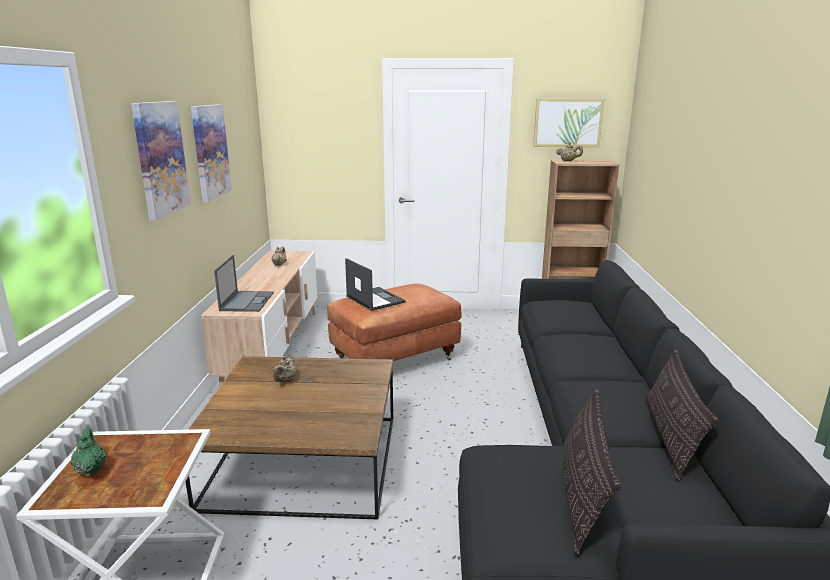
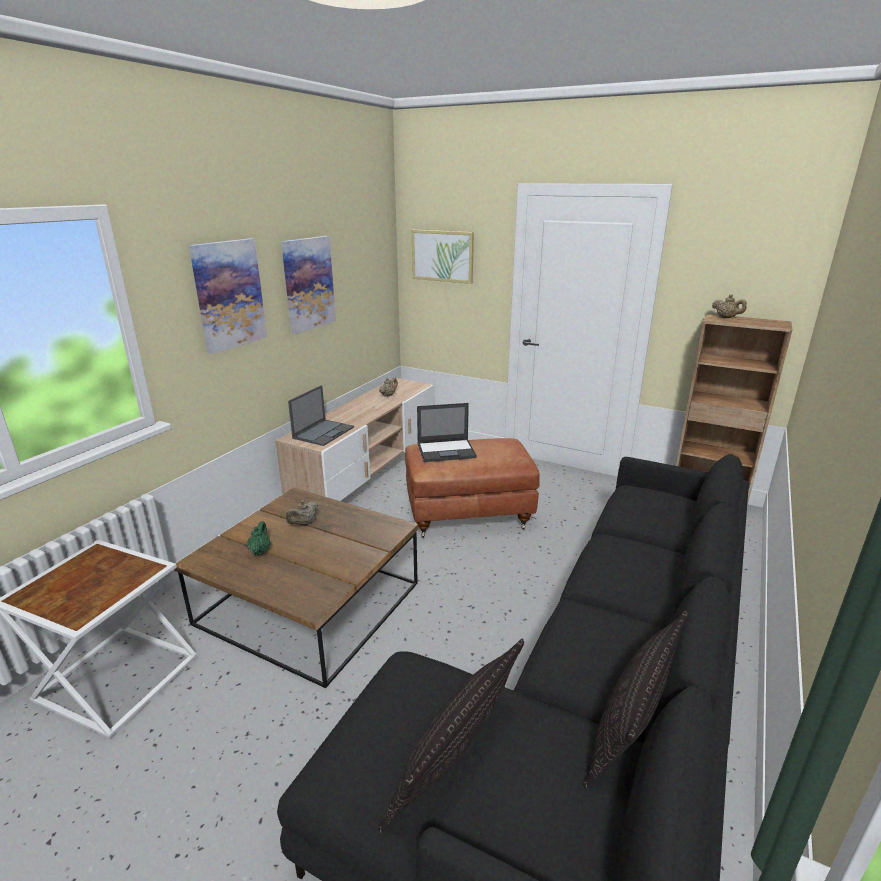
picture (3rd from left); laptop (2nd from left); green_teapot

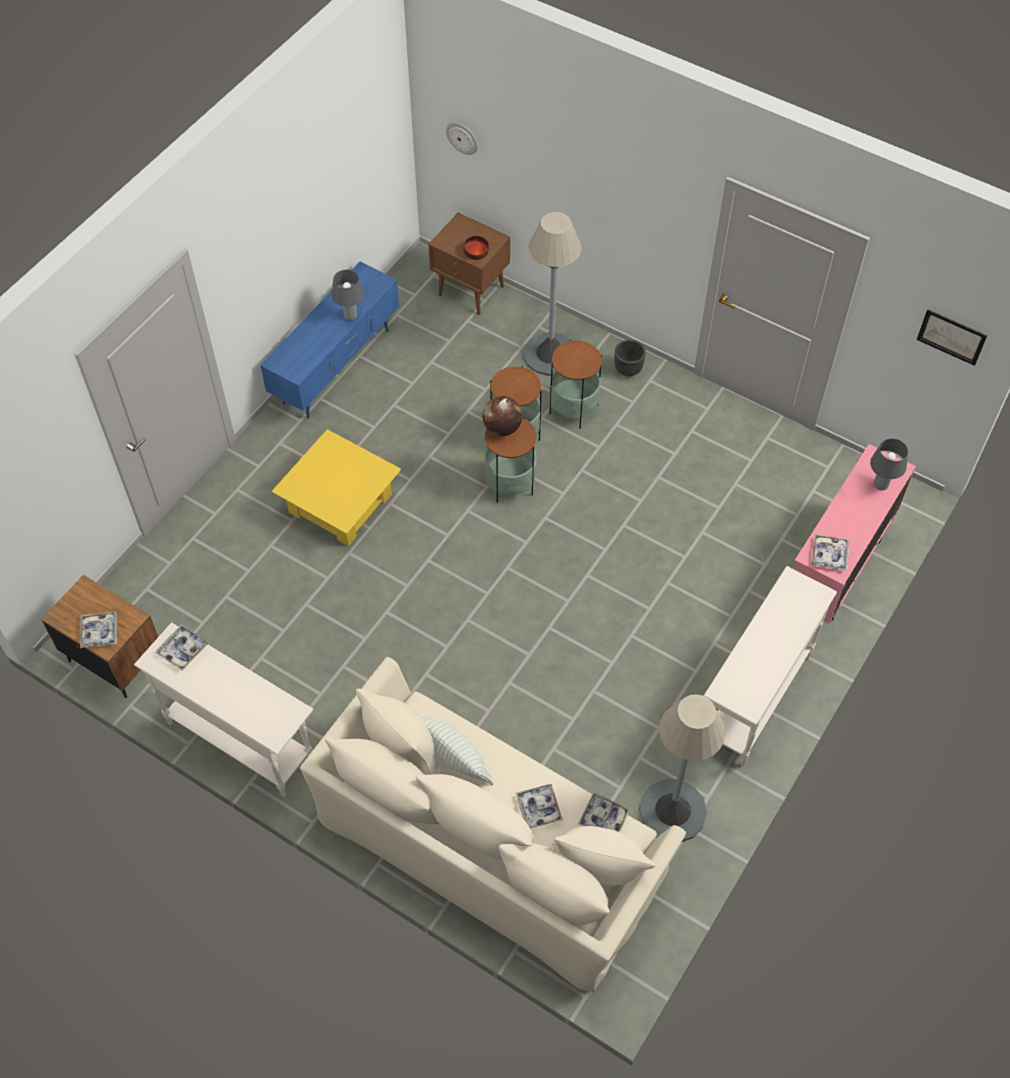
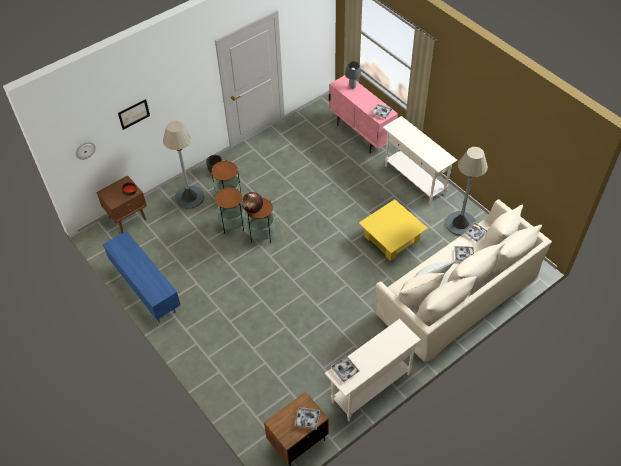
greyish_tabletop_lamp (1st from left in the first image); picture; yellow-coloured_lounge_table

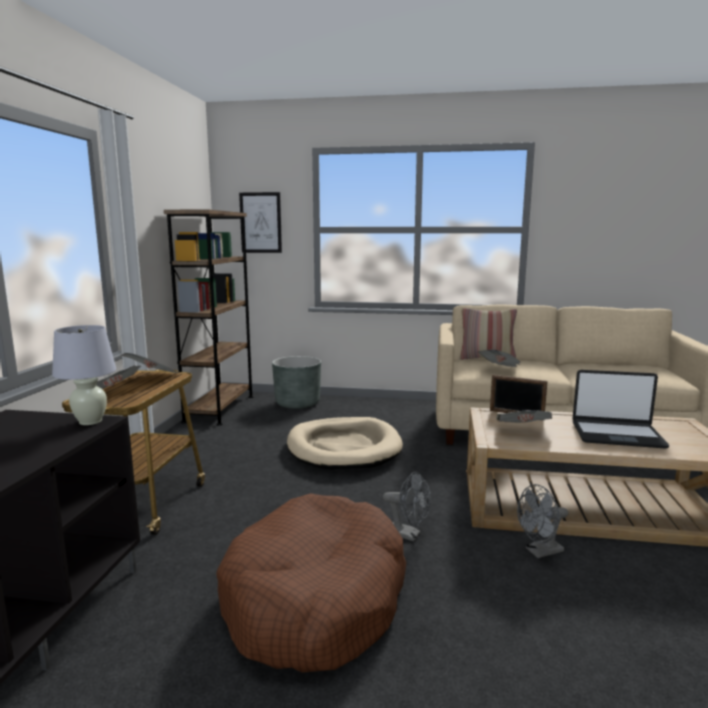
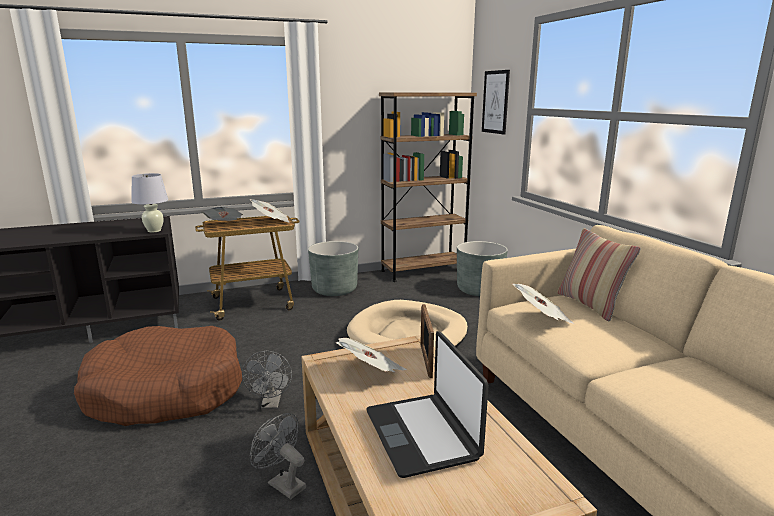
greyish_planter (1st from left)

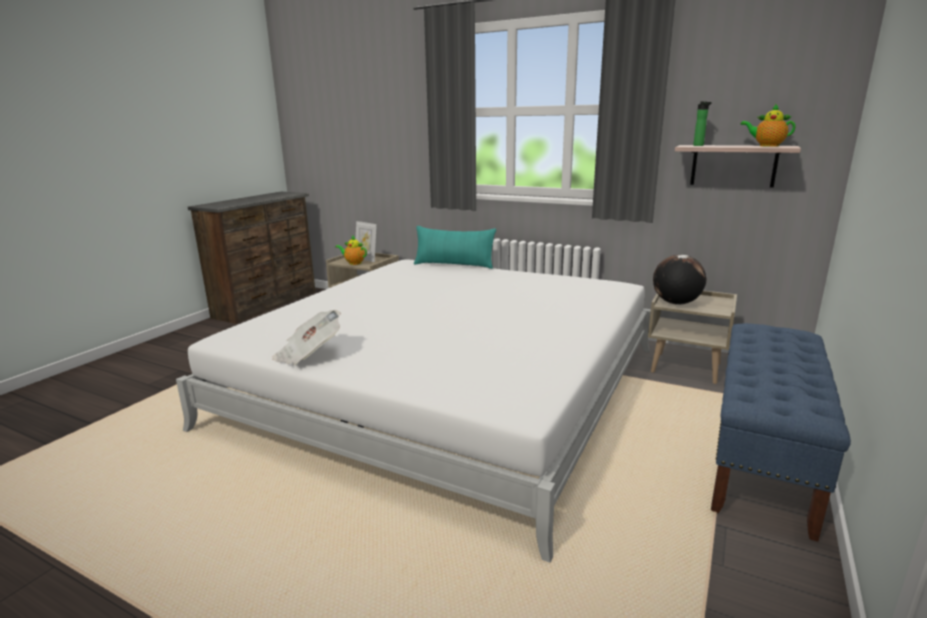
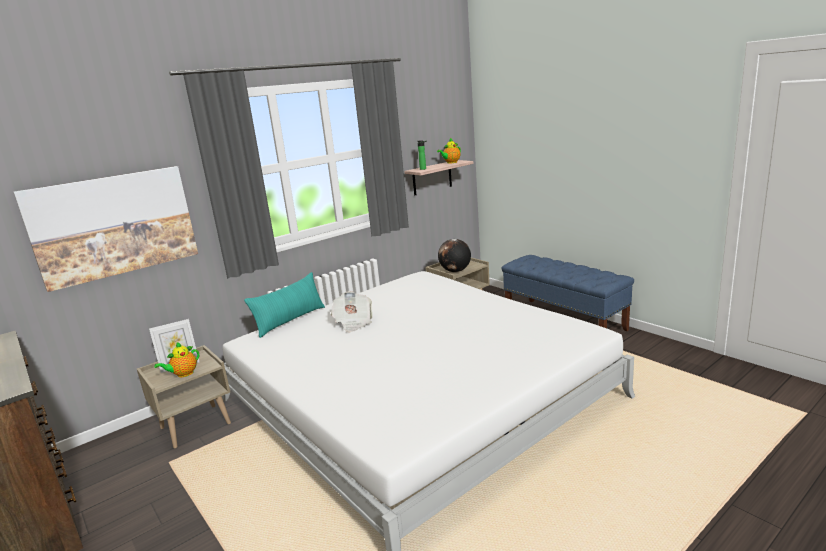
newspaper; picture

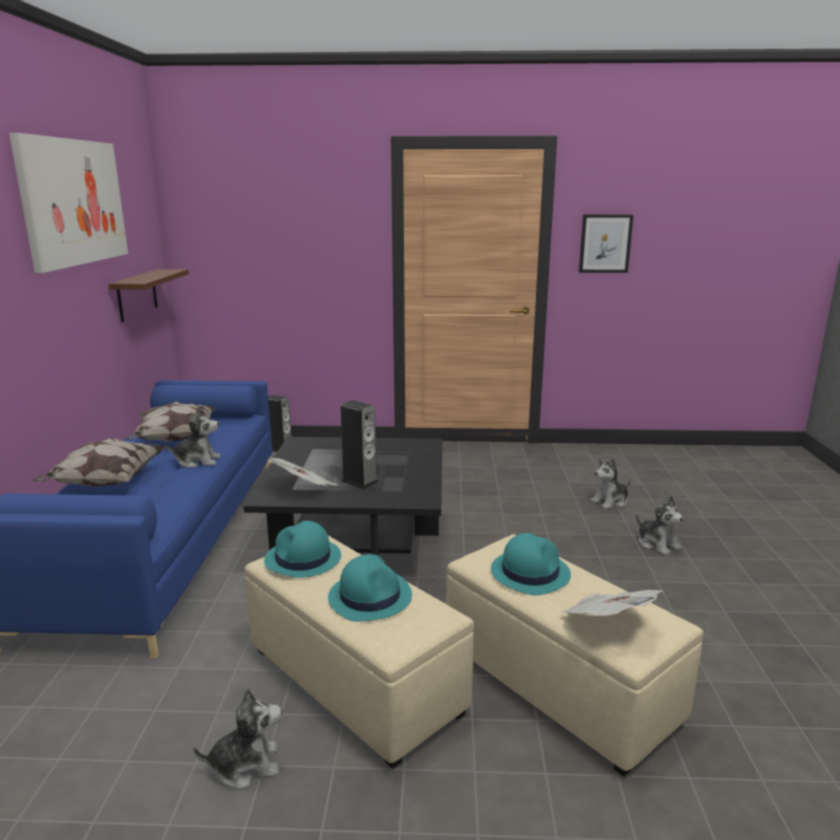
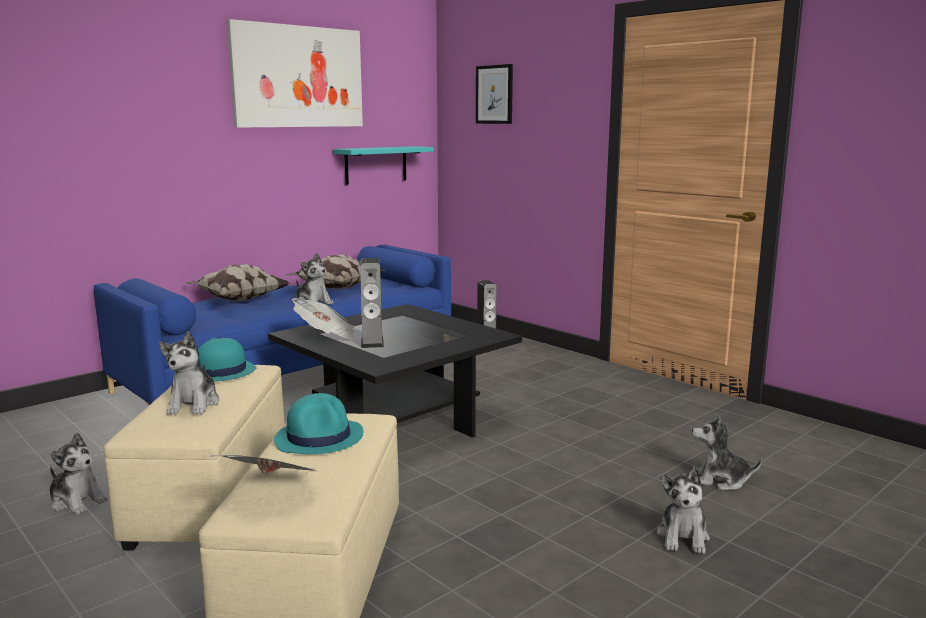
picture (2nd from left); turquoise_shelf; soft_toy (2nd from left)

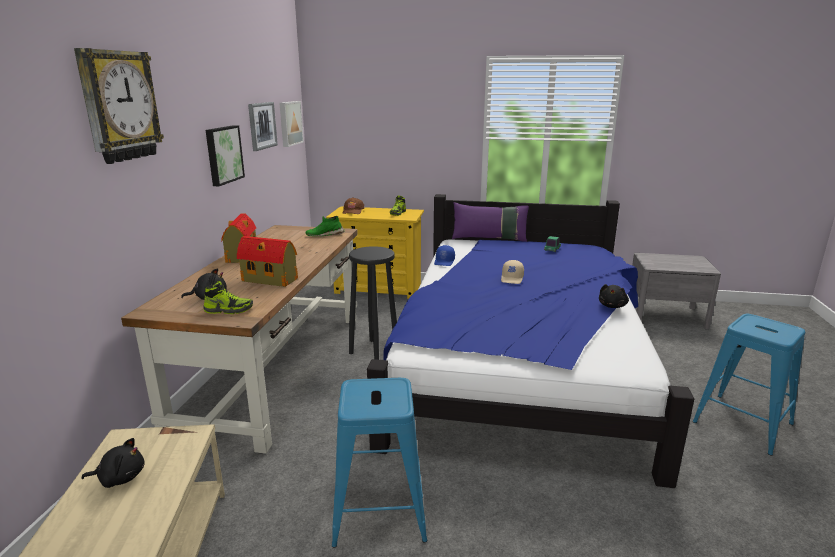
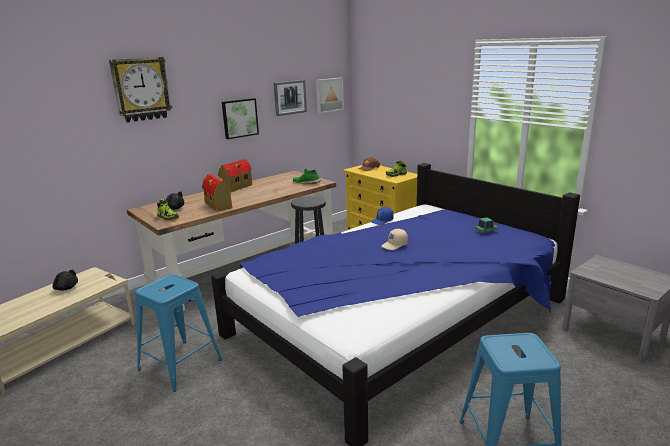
purplish_pillow; black_soft_toy (3rd from left in the first image)

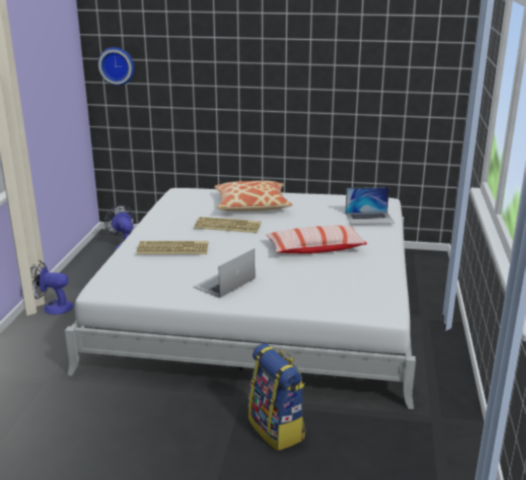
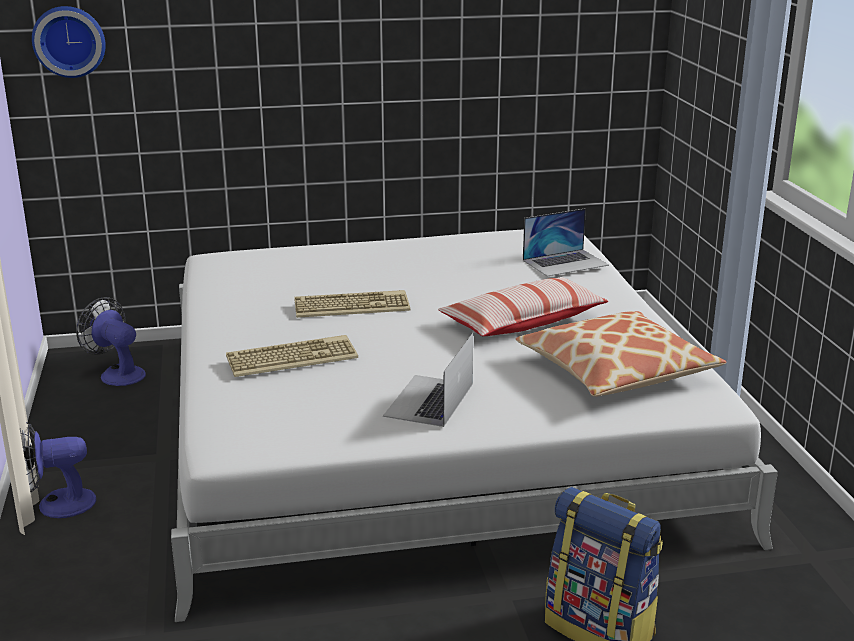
pillow (2nd from left)

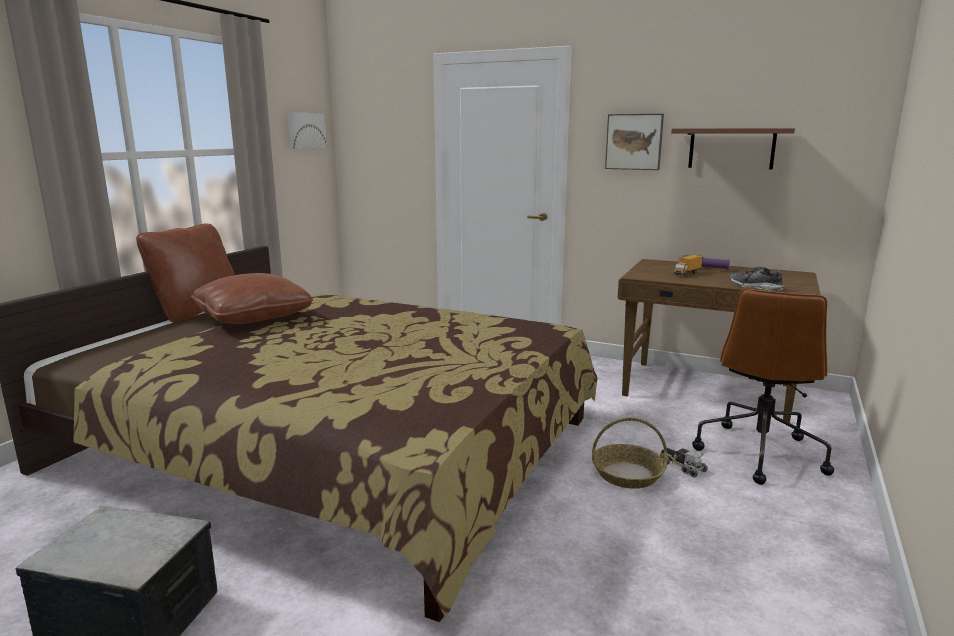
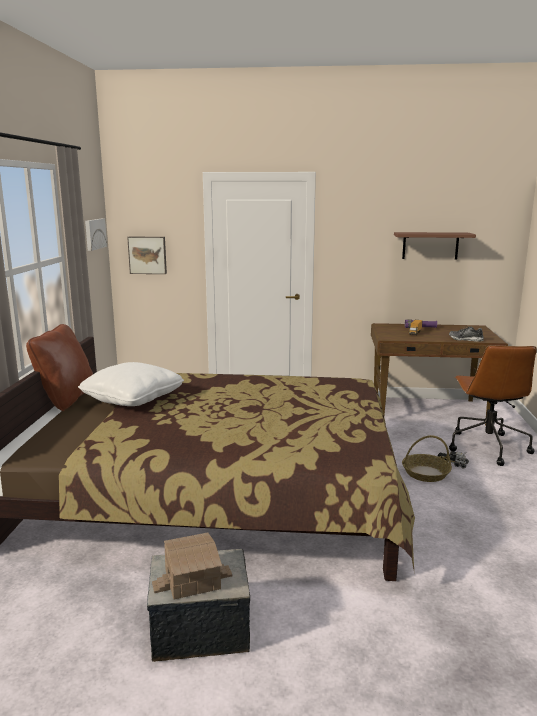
picture (2nd from left); white_pillow; miniature_house

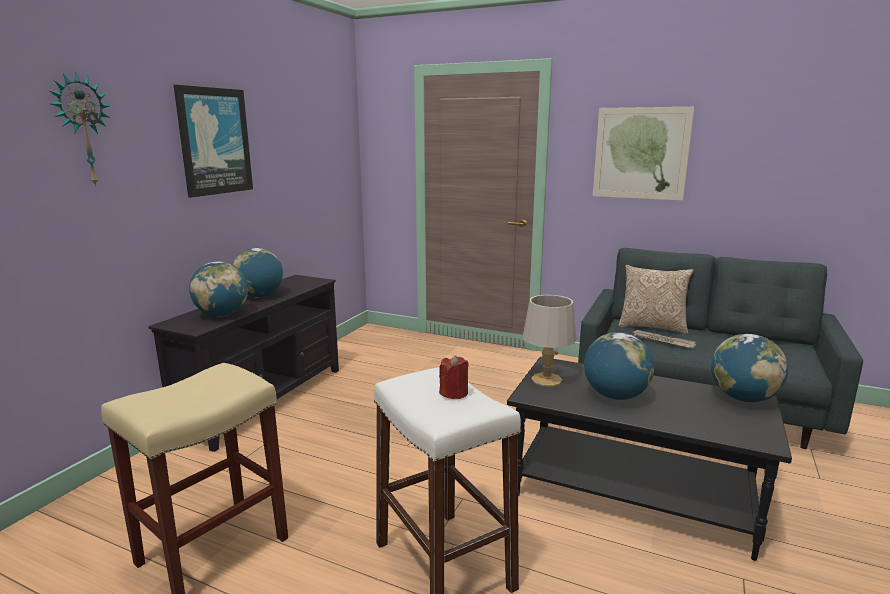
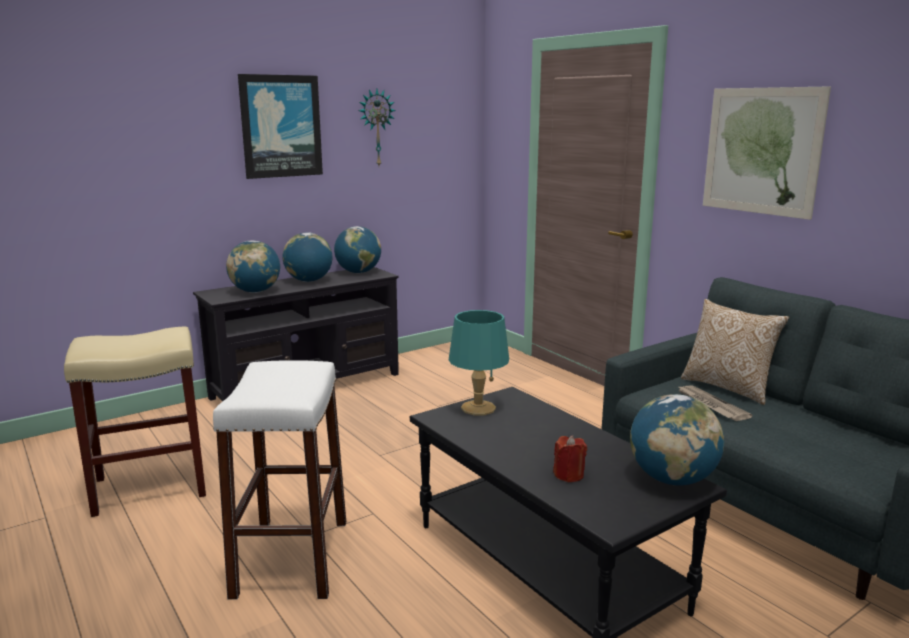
wall_clock; turquoise_tabletop_lamp; desk_globe (3rd from left); red_candle

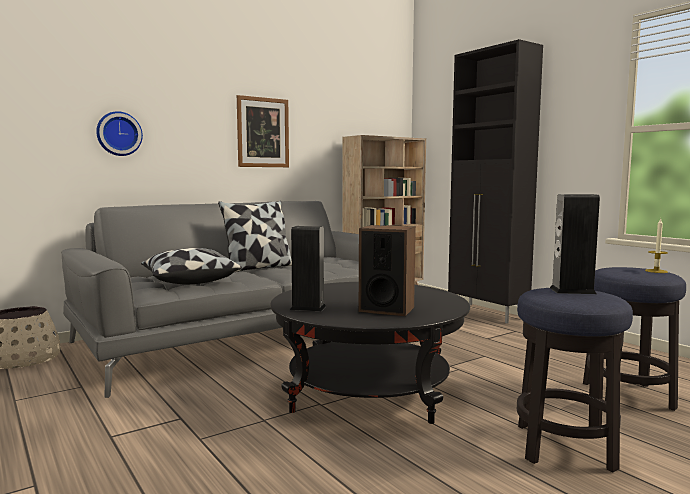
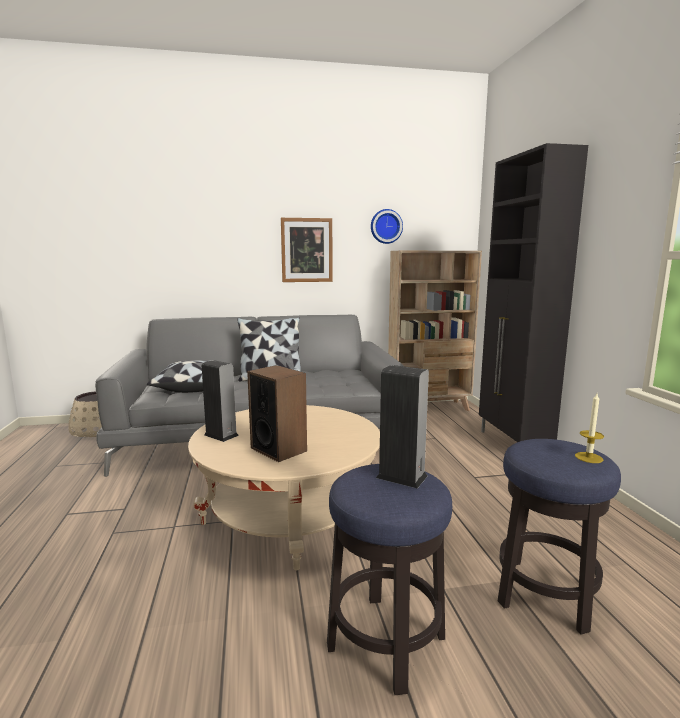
wall_clock; beige-coloured_lounge_table

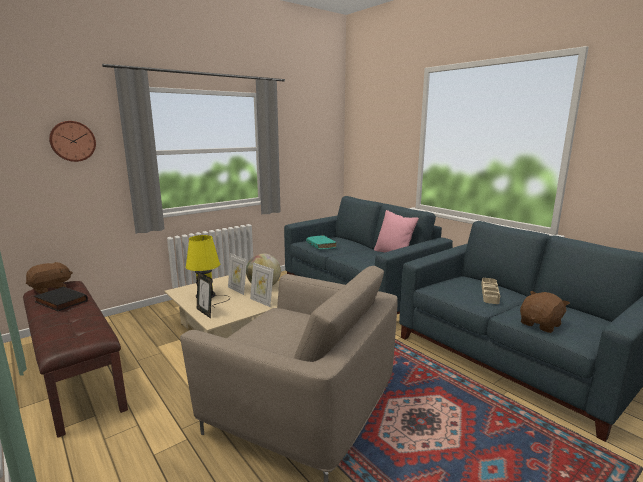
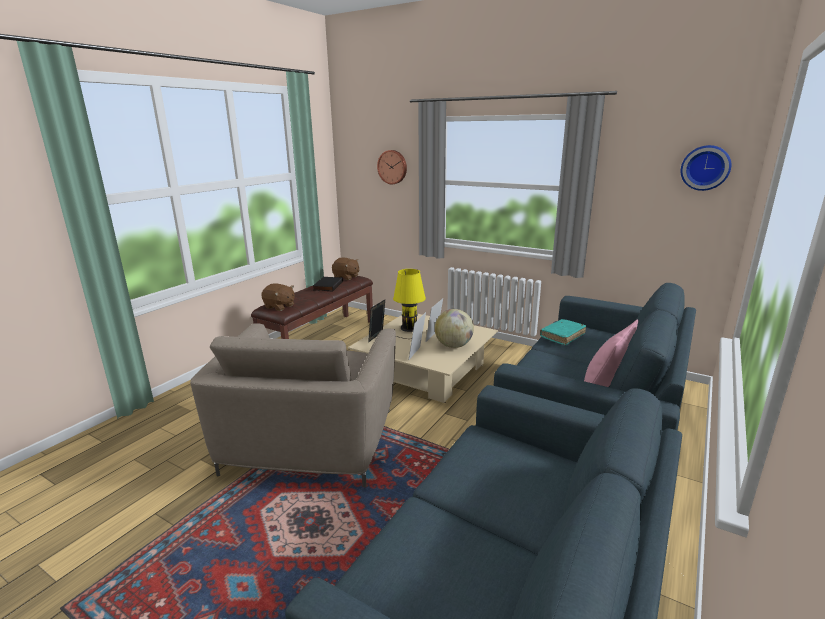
beige-coloured_carrying_tray; brown-coloured_soft_toy (1st from left); wall_clock (2nd from left)

